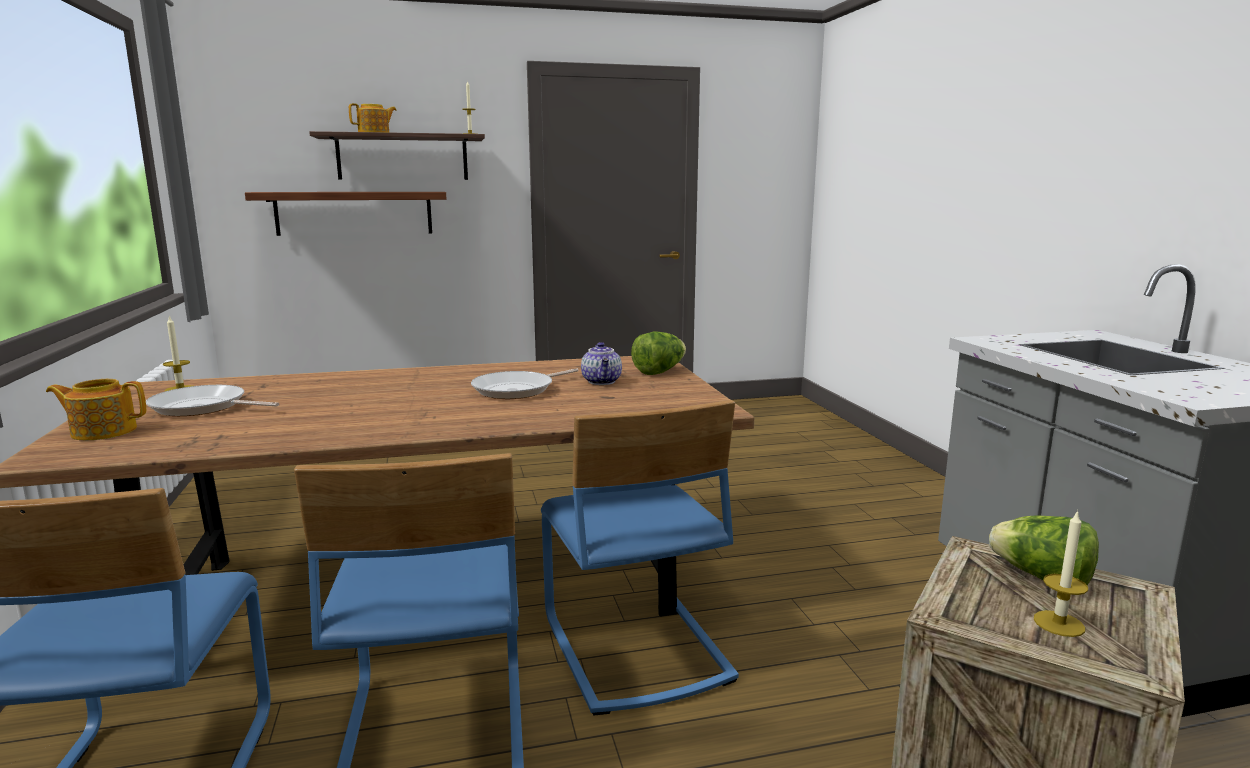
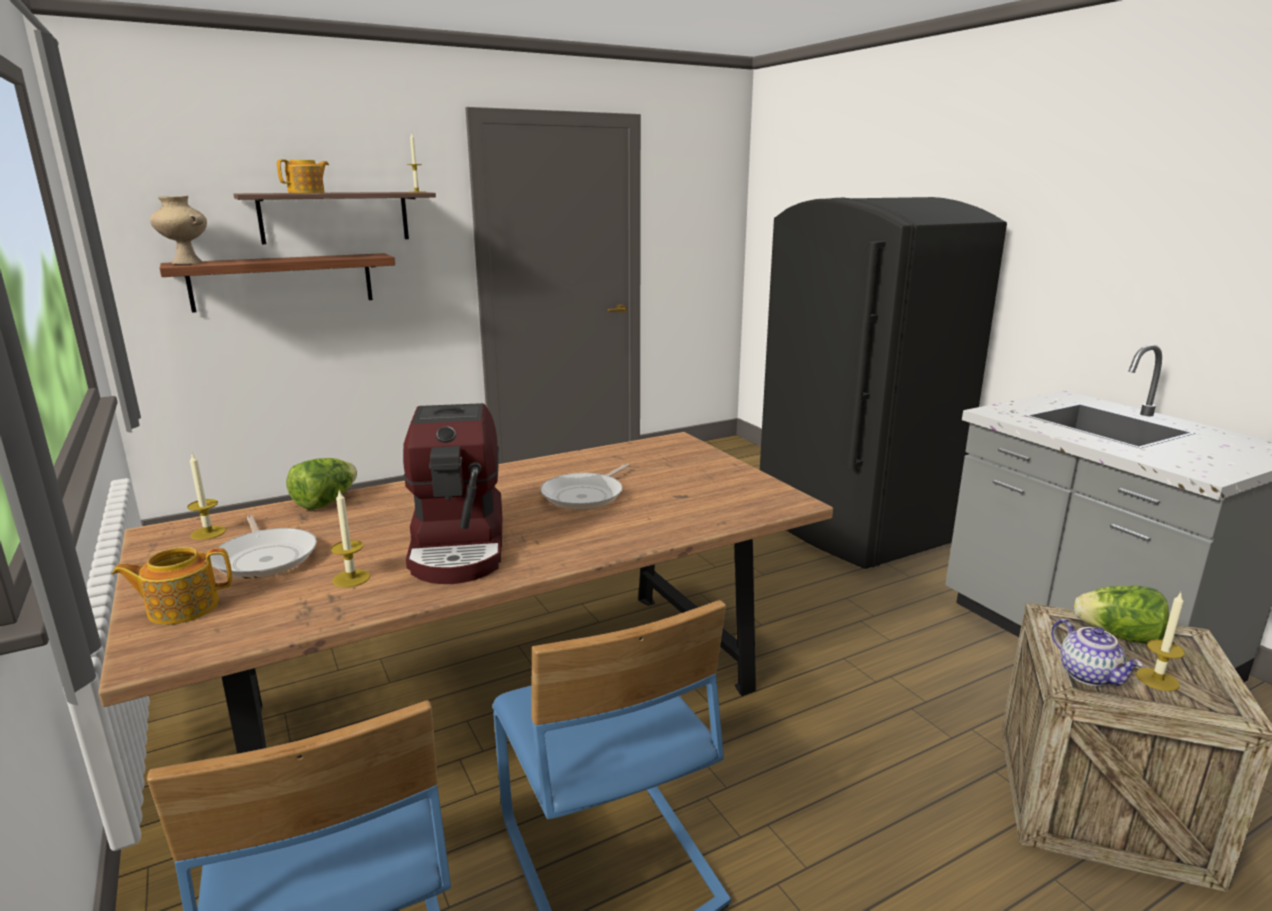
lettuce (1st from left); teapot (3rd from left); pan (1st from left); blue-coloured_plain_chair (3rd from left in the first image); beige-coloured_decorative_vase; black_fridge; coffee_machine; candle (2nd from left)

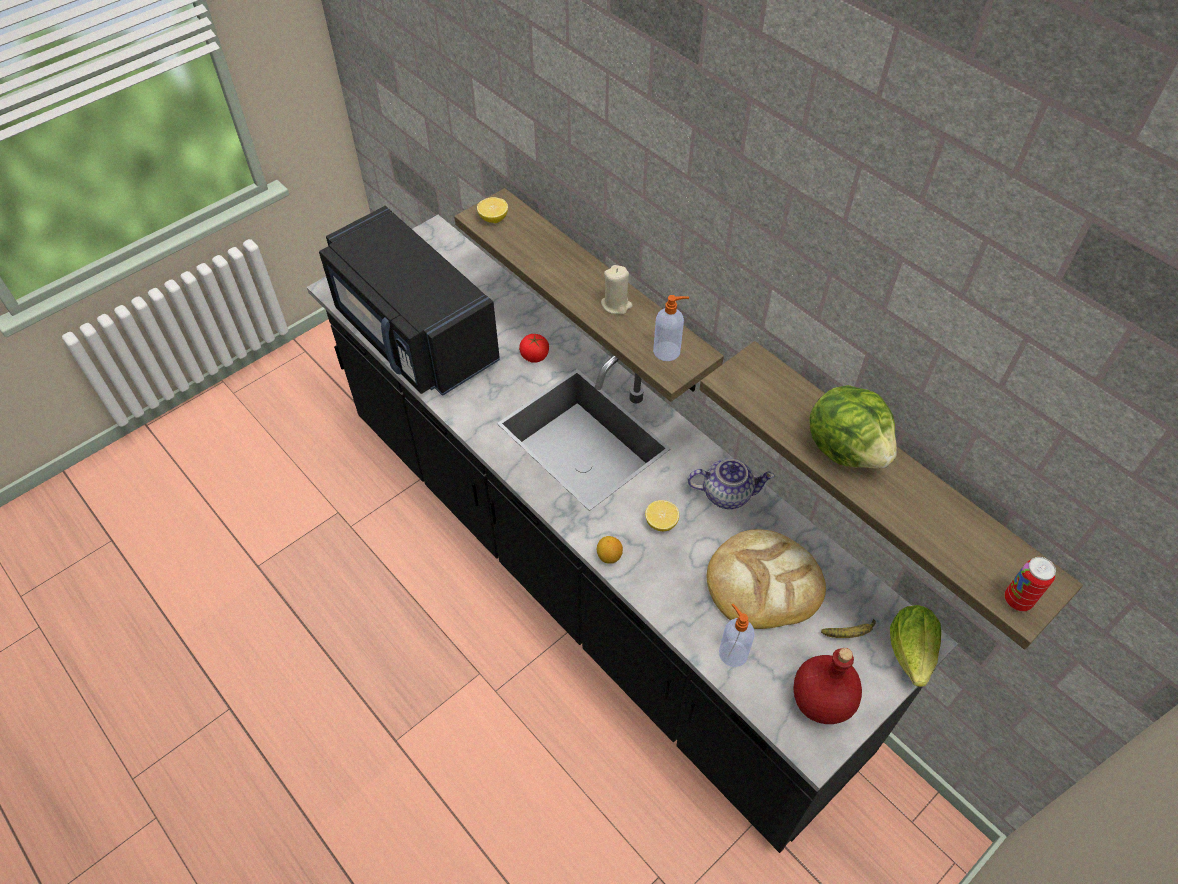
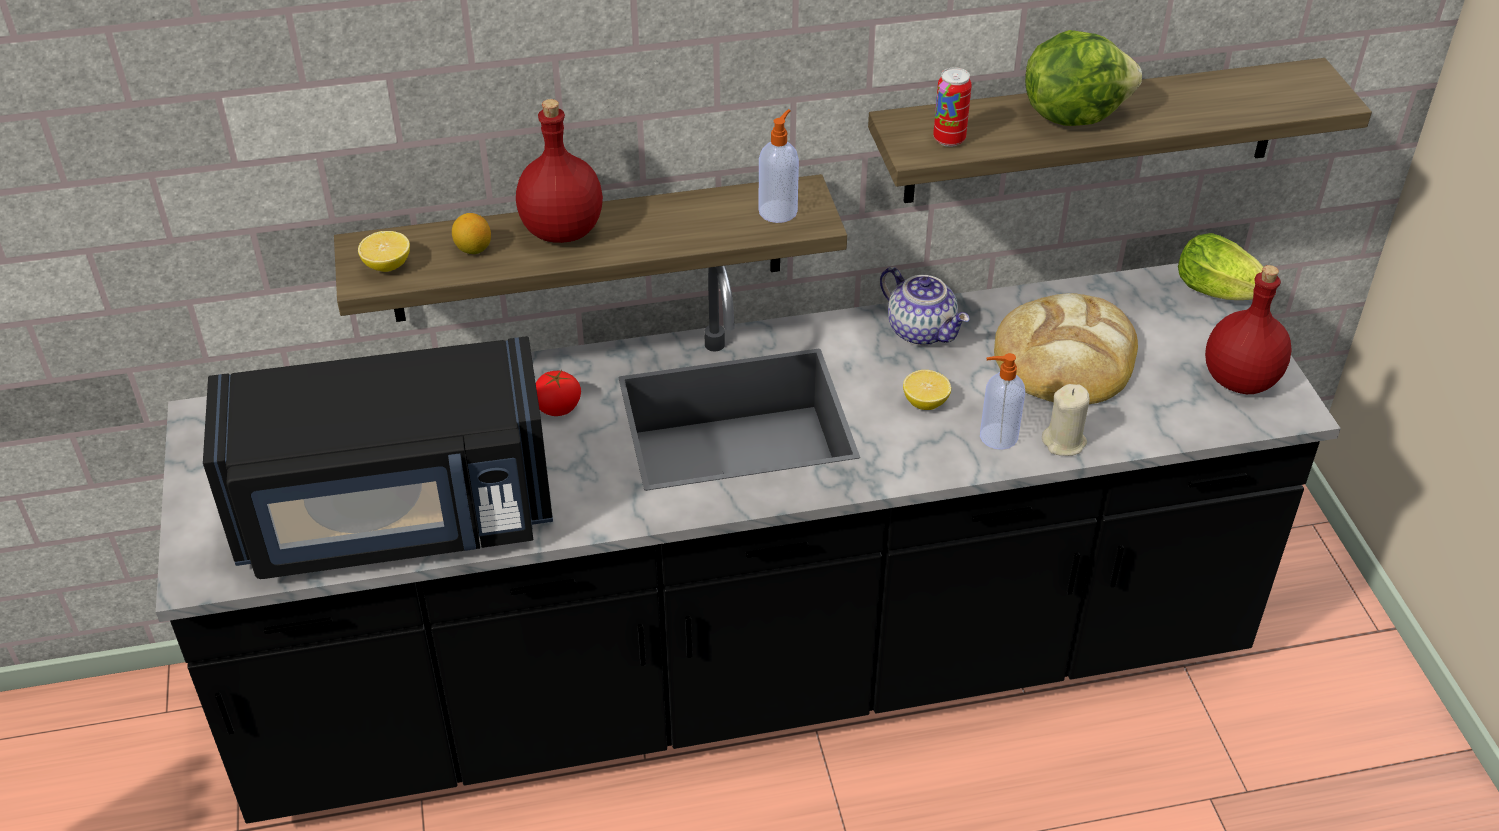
beige-coloured_candle; teapot; lemon (2nd from left); metal_can; soap_bottle (2nd from left); whole_banana; red_drink_bottle (1st from left)

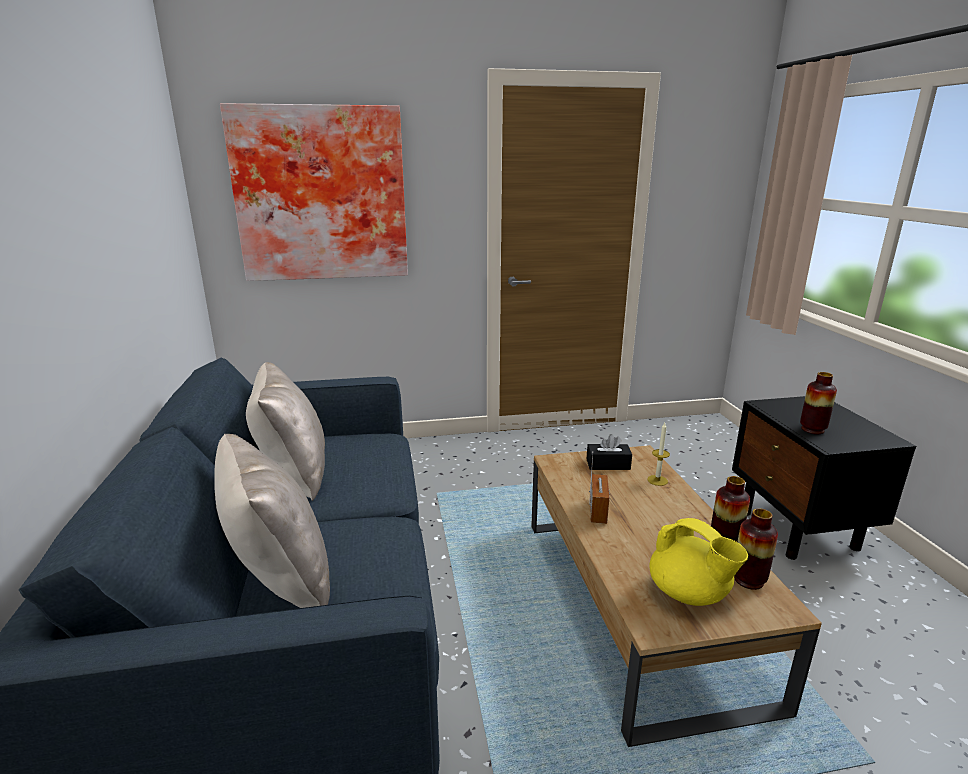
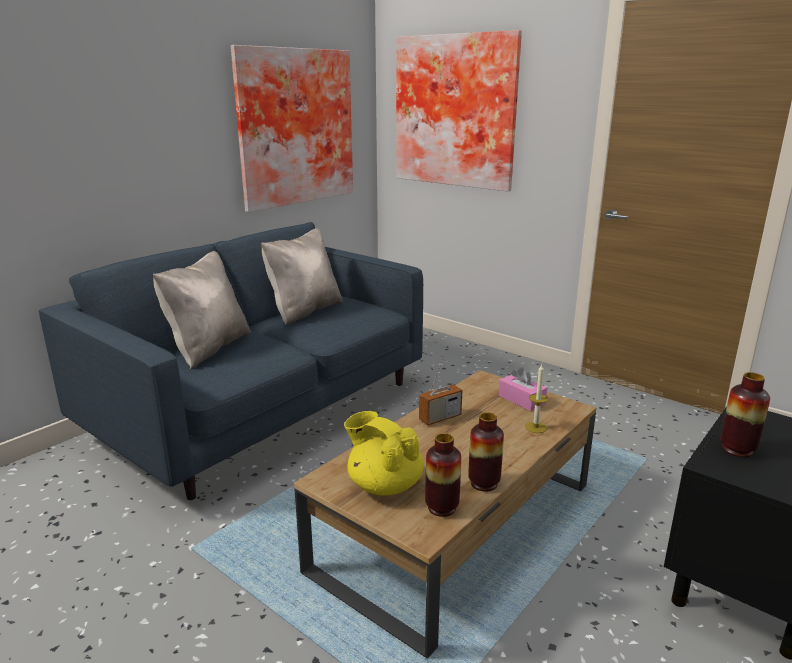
pink_box_of_tissues; yellow-coloured_teapot; picture (1st from left)

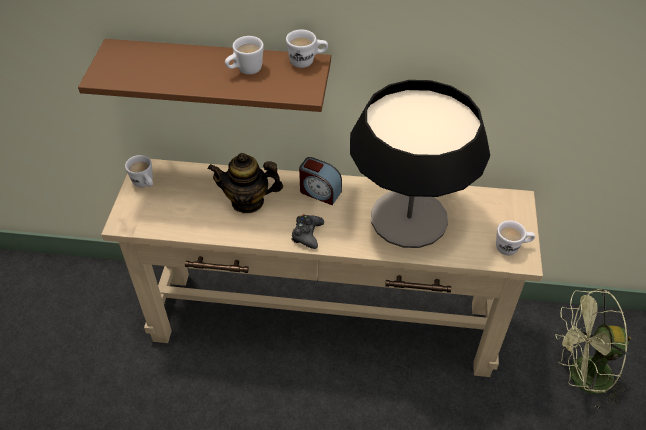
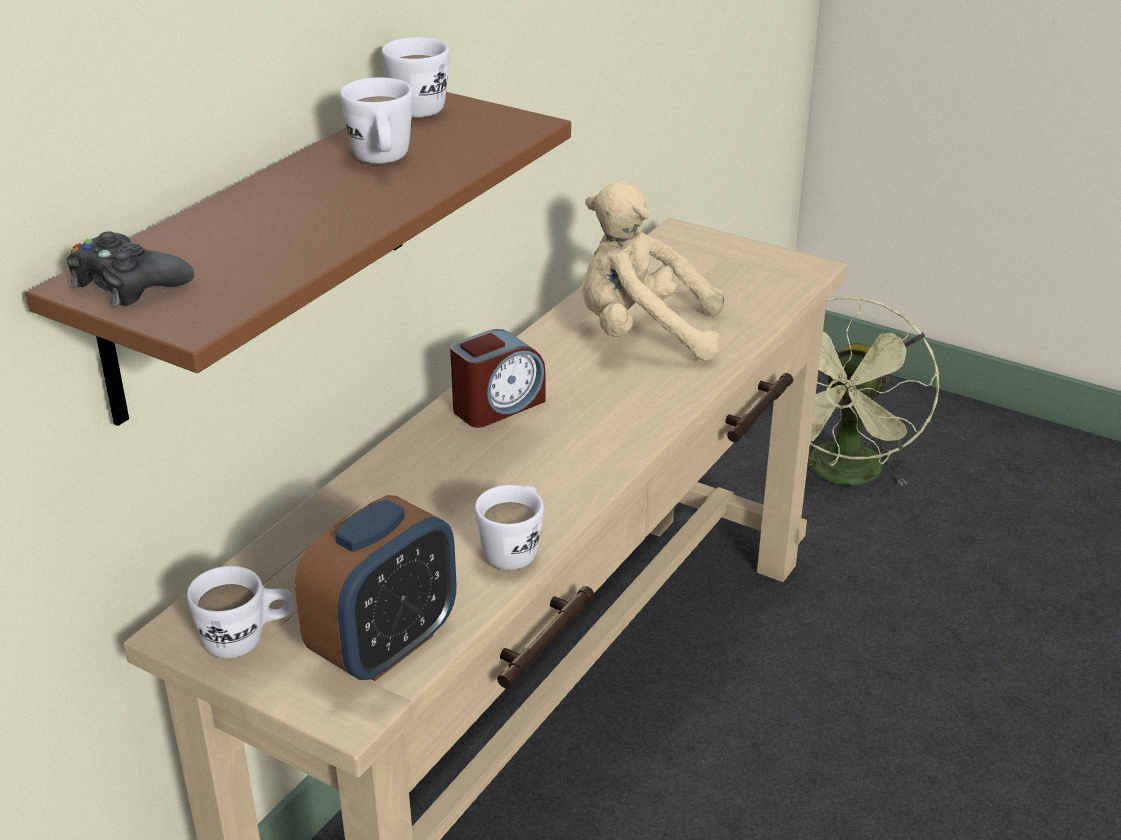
beige-coloured_soft_toy; teapot; black_game_controller; white_mug (4th from left); table_clock (1st from left)

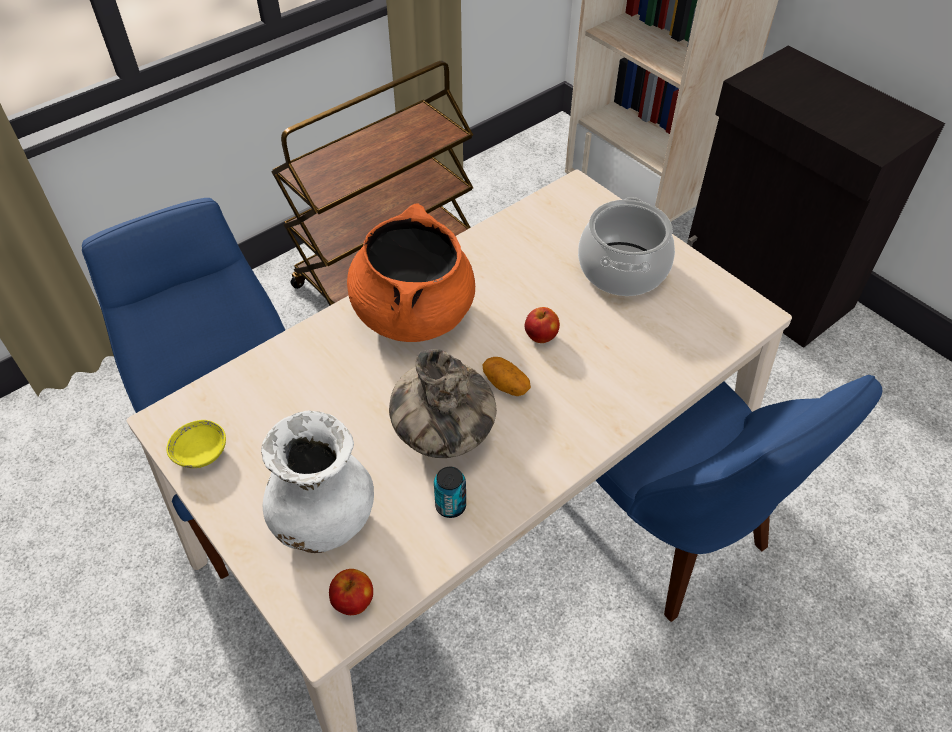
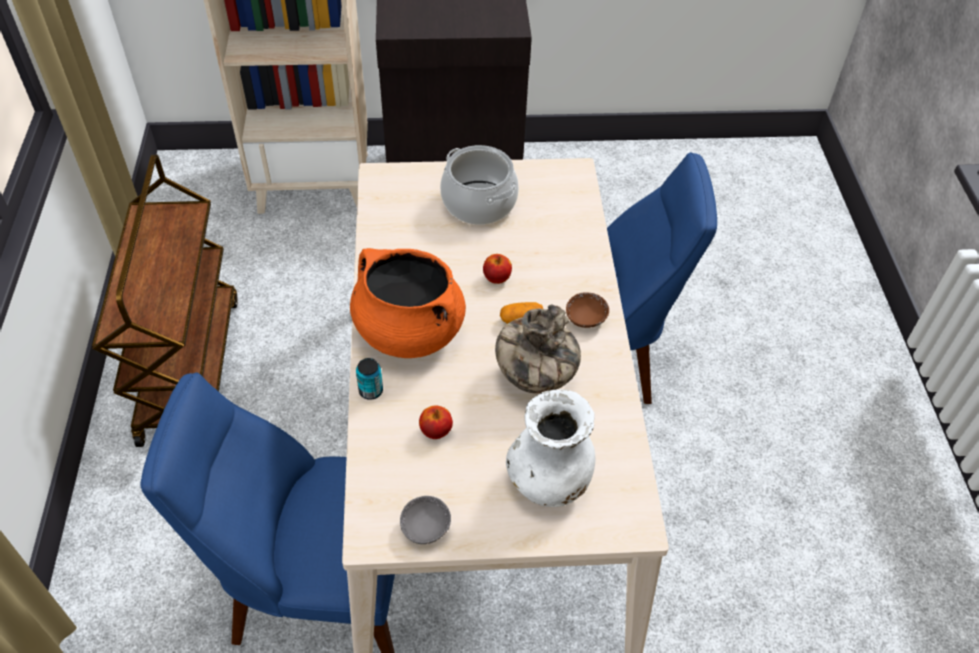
greyish_deep_dish; metal_can; apple_fruit (1st from left); brown-coloured_deep_dish

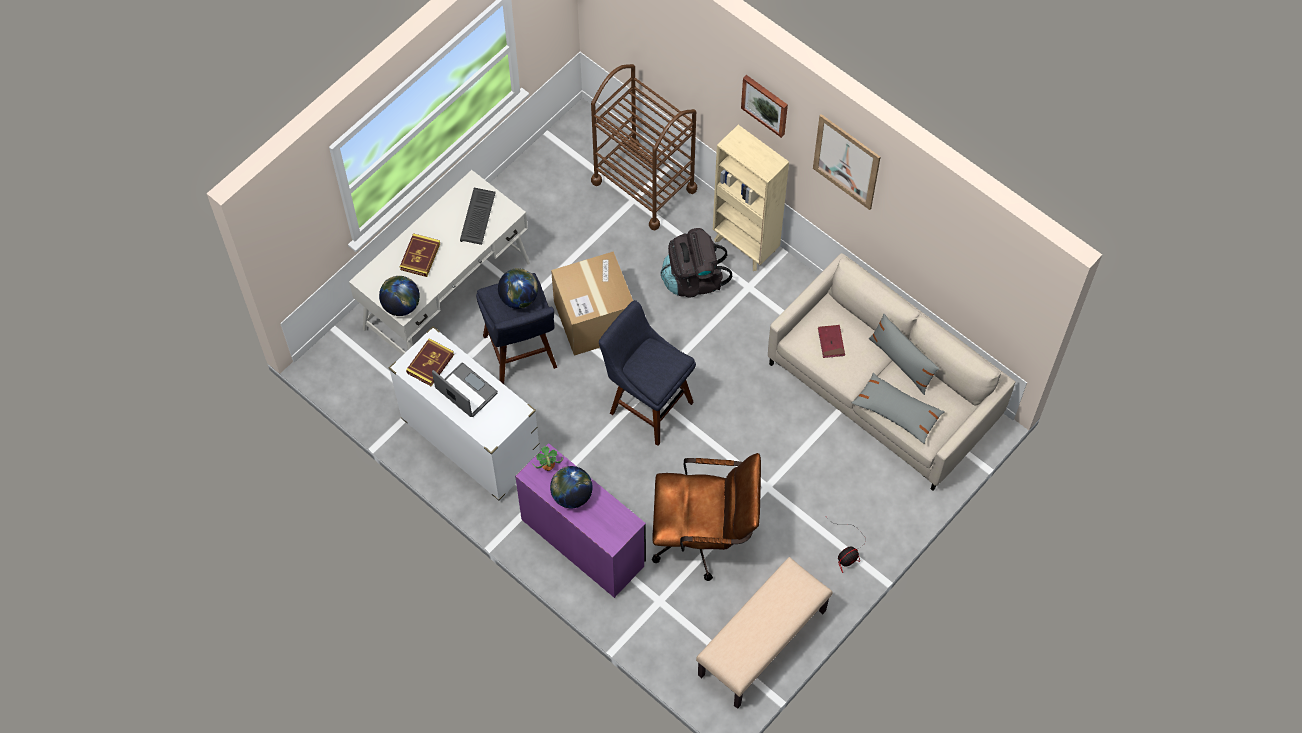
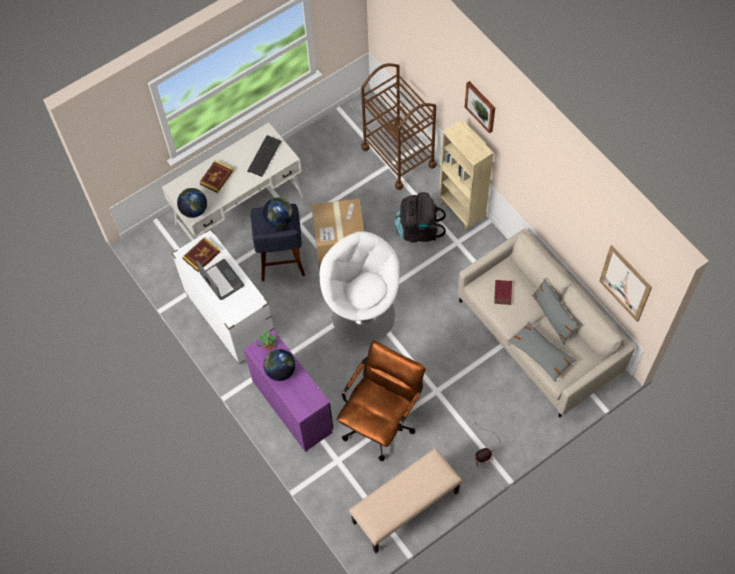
picture (2nd from left); white_easy_chair; brown-coloured_desk_chair

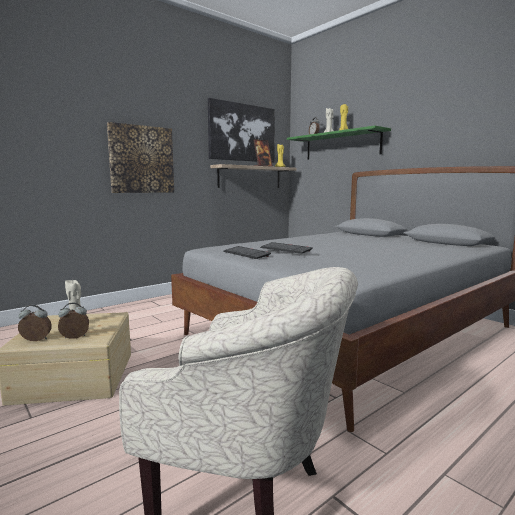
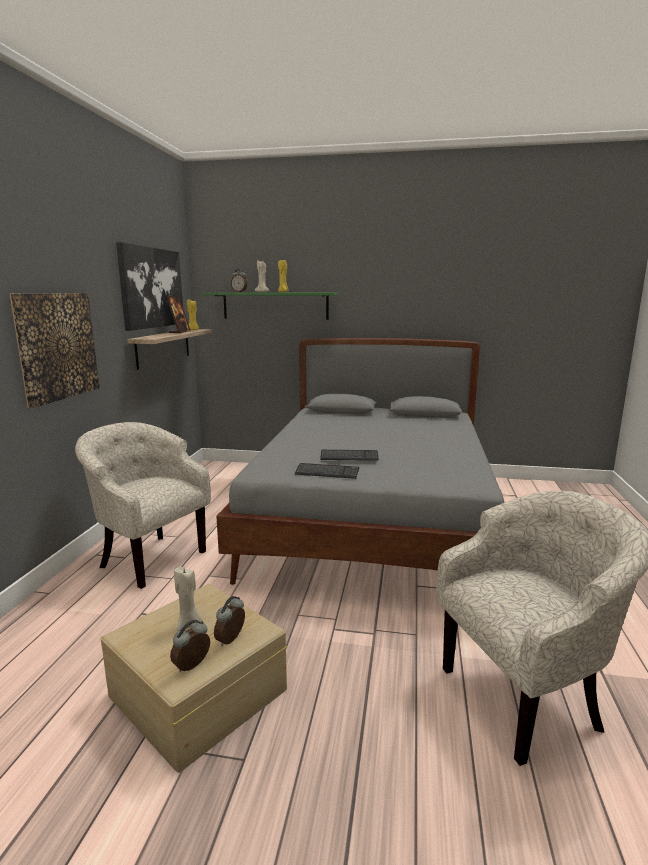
beige-coloured_easy_chair (1st from left)

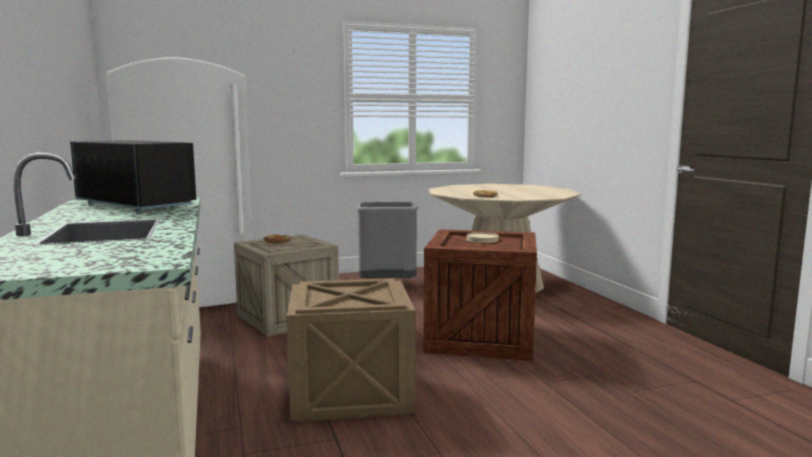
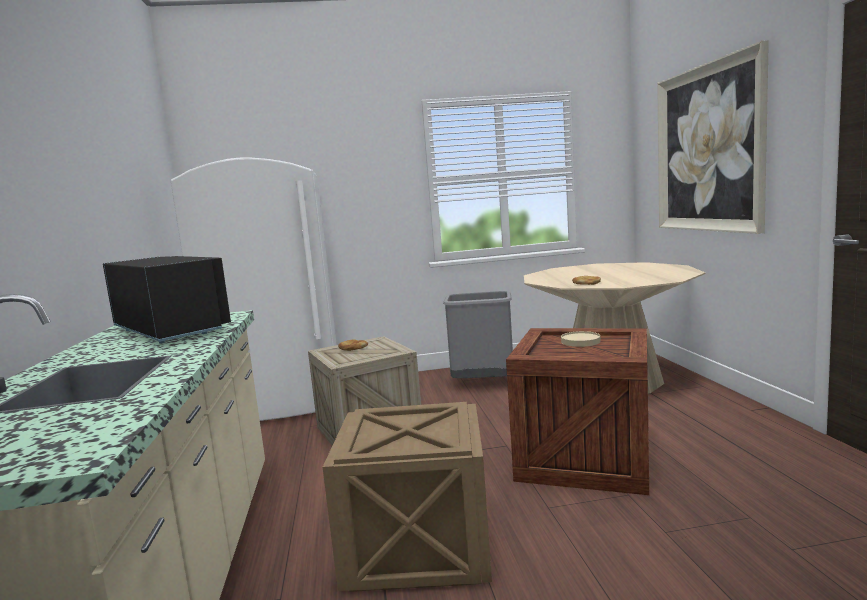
picture

